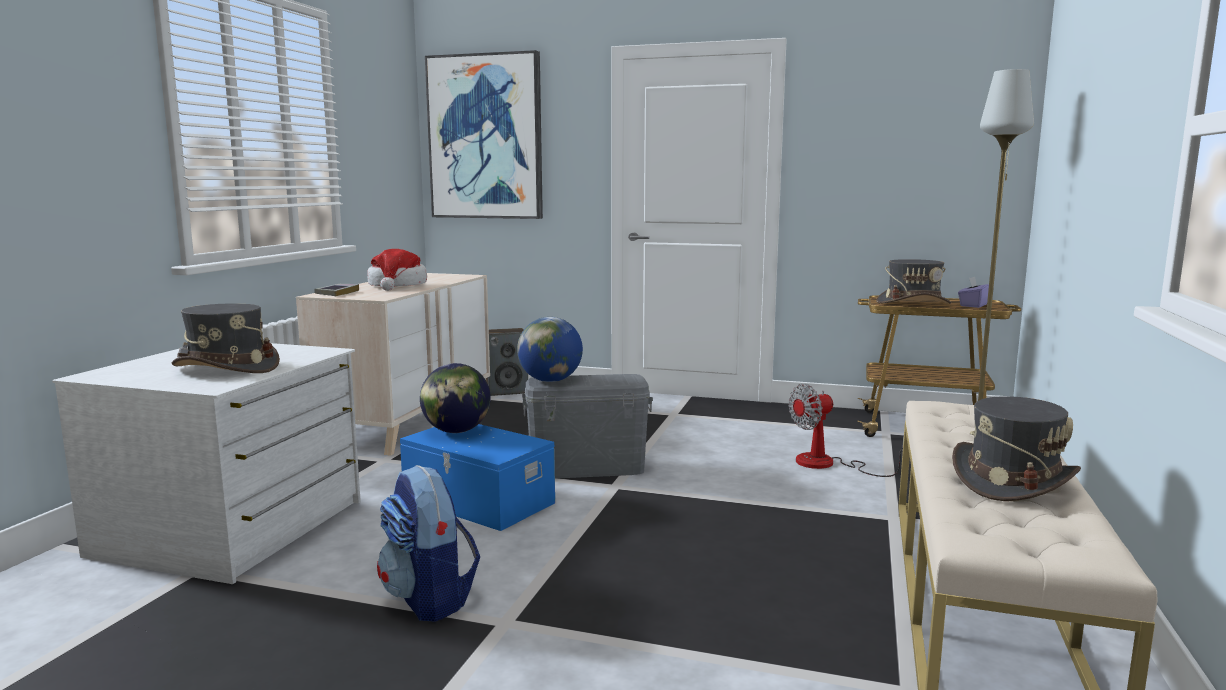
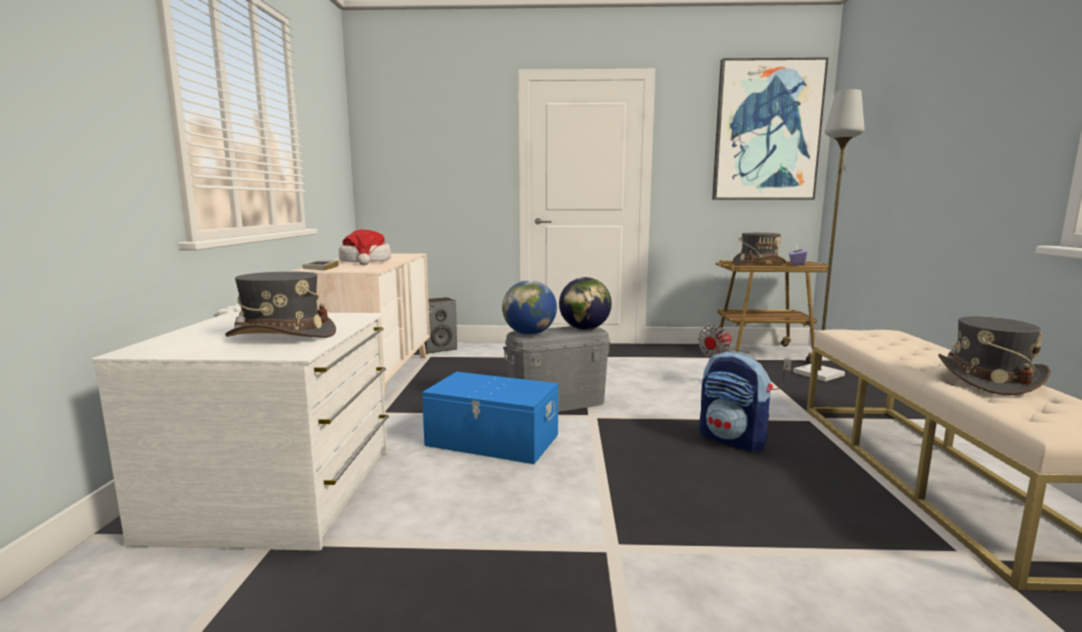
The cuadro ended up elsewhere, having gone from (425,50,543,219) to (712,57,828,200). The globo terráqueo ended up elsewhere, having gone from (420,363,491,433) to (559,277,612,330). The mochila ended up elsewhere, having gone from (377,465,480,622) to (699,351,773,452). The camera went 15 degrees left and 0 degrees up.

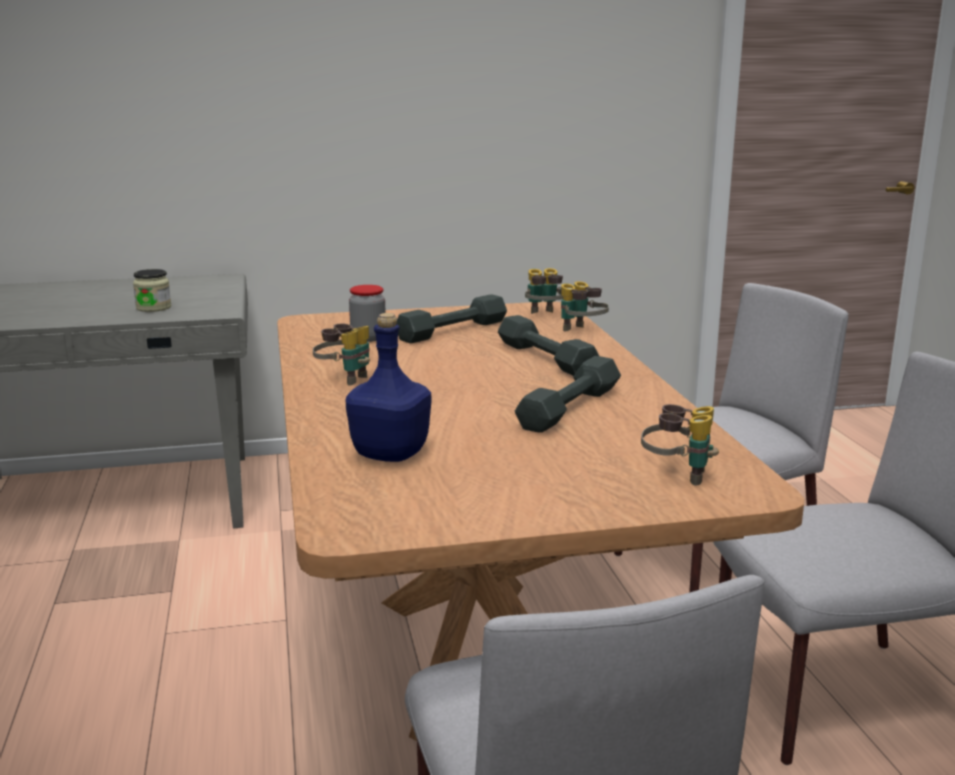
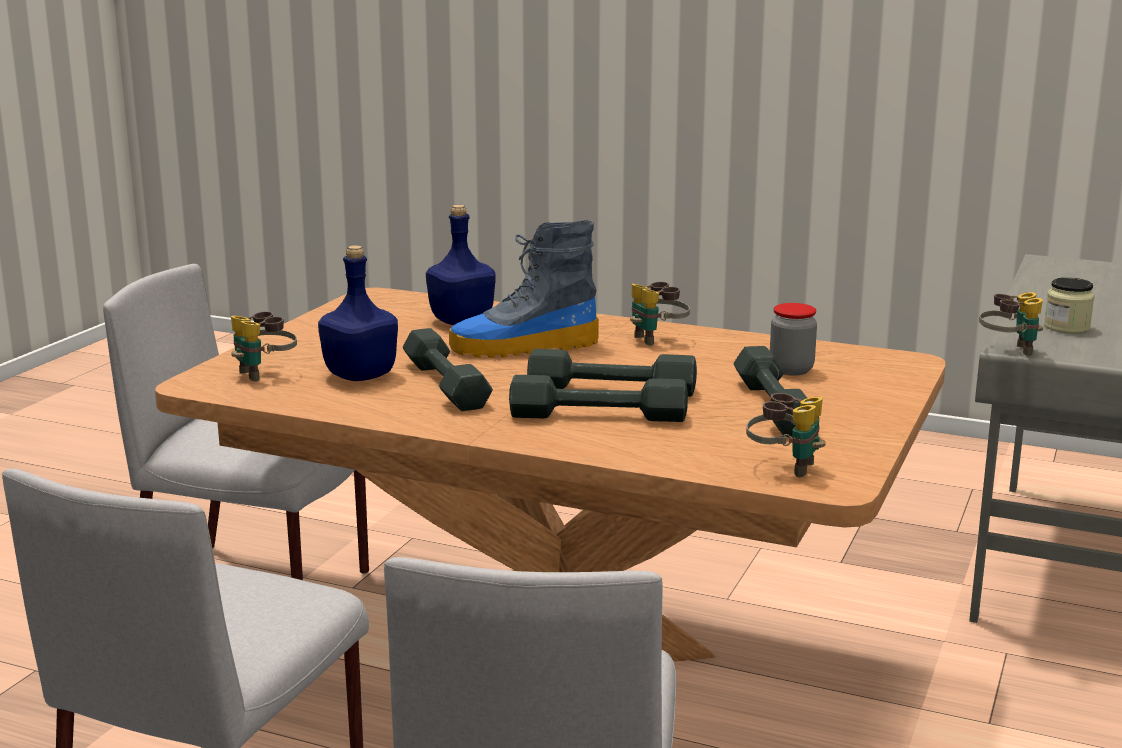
The prismáticos ended up elsewhere, having gone from (561,281,609,331) to (979,292,1043,356). The second view gained the bota at (449,220,599,358). The second view gained the botella (azul) at (318,245,398,381). The second view gained the mancuerna (gris) at (527,349,697,397). The camera went 125 degrees right and 0 degrees up.

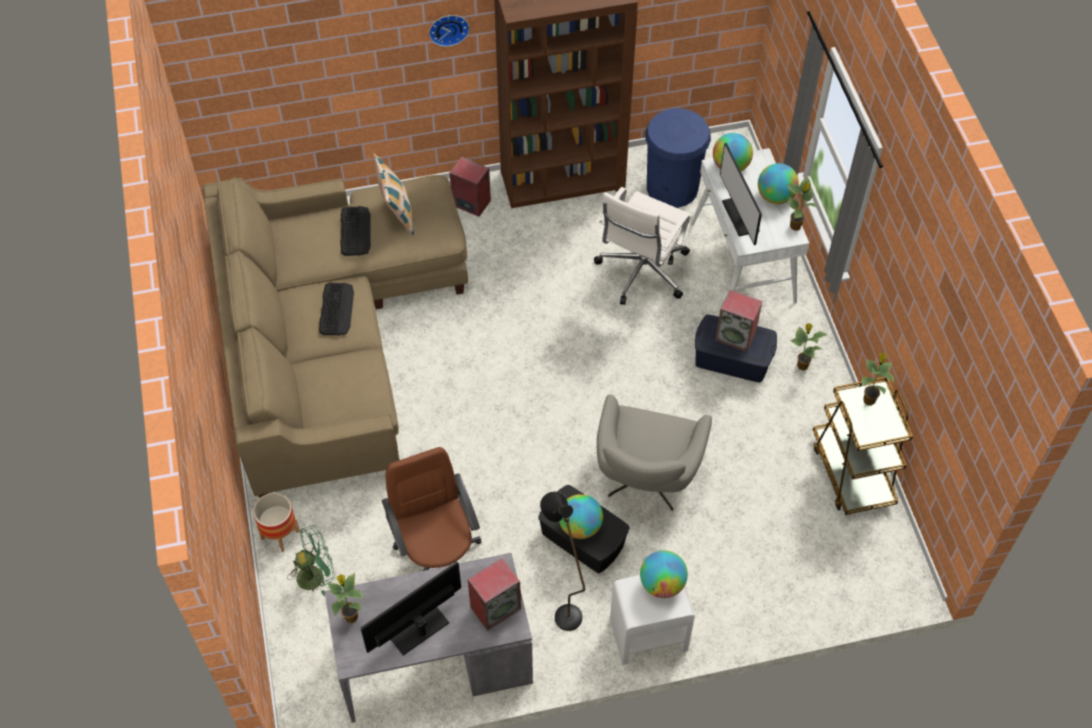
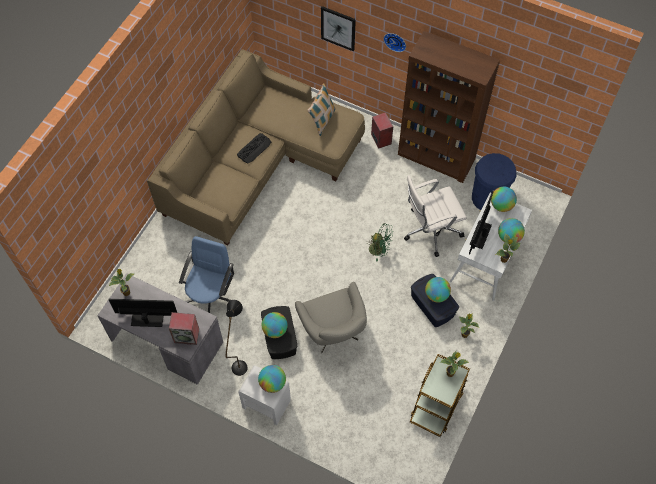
The second view lost the teclado at (340,206,371,256). Where the altavoz stood at (715,290,762,352), the globo terráqueo came to stand at (425,277,451,303). The sillón (gris) at (597,394,712,511) ended up facing another way, 75 degrees counterclockwise from before. What was the silla de oficina (marrón) at (382,447,481,571) turned into the silla de oficina (azul) at (179,236,234,313). The second view lost the maceta at (253,493,300,552). The ventilador (verde) ended up elsewhere, having gone from (287,525,335,596) to (366,223,393,261). The second view gained the cuadro at (321,6,356,51). The camera went 40 degrees right and 5 degrees up.

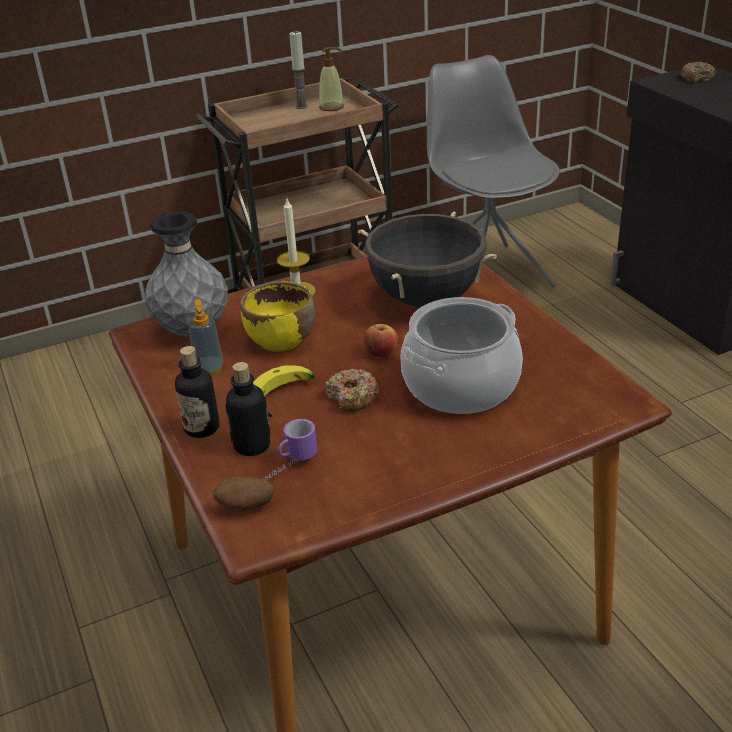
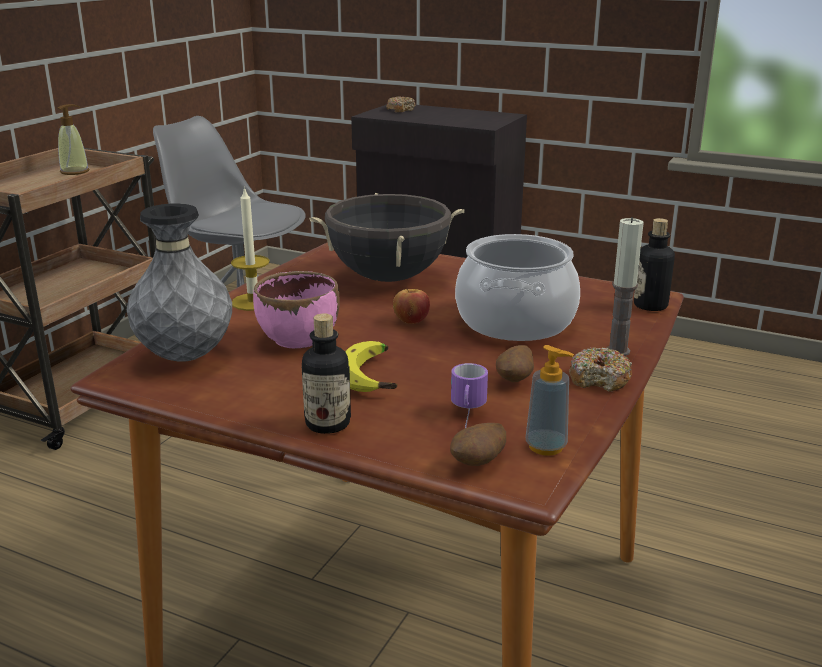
The vela ended up elsewhere, having gone from (289,32,308,109) to (606,217,644,356). What was the cuenco (amarillo) at (240,281,315,352) turned into the cuenco (rosa) at (253,271,340,348). The dispensador de jabón ended up elsewhere, having gone from (189,299,223,375) to (526,345,574,456). The botella ended up elsewhere, having gone from (226,362,271,456) to (634,218,675,311). The rosquilla ended up elsewhere, having gone from (326,368,379,411) to (569,347,632,392). The second view gained the patata at (496,345,534,382). The camera went 40 degrees left and 10 degrees down.

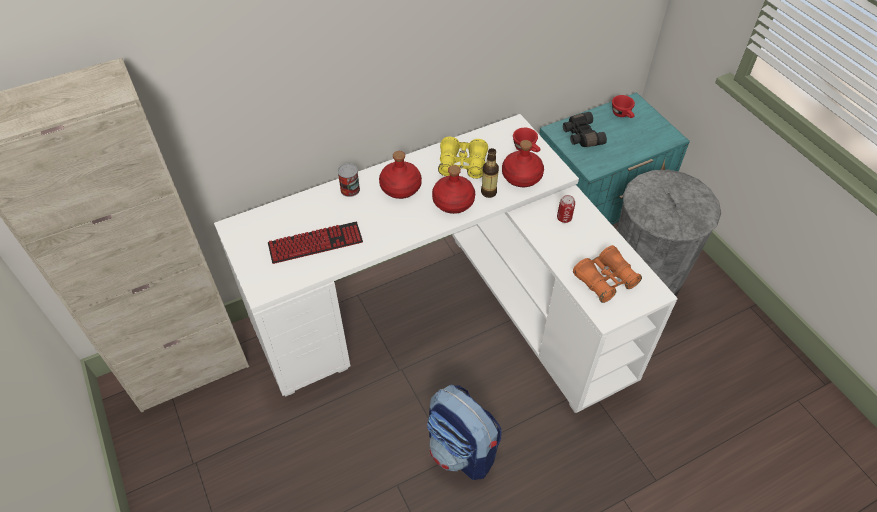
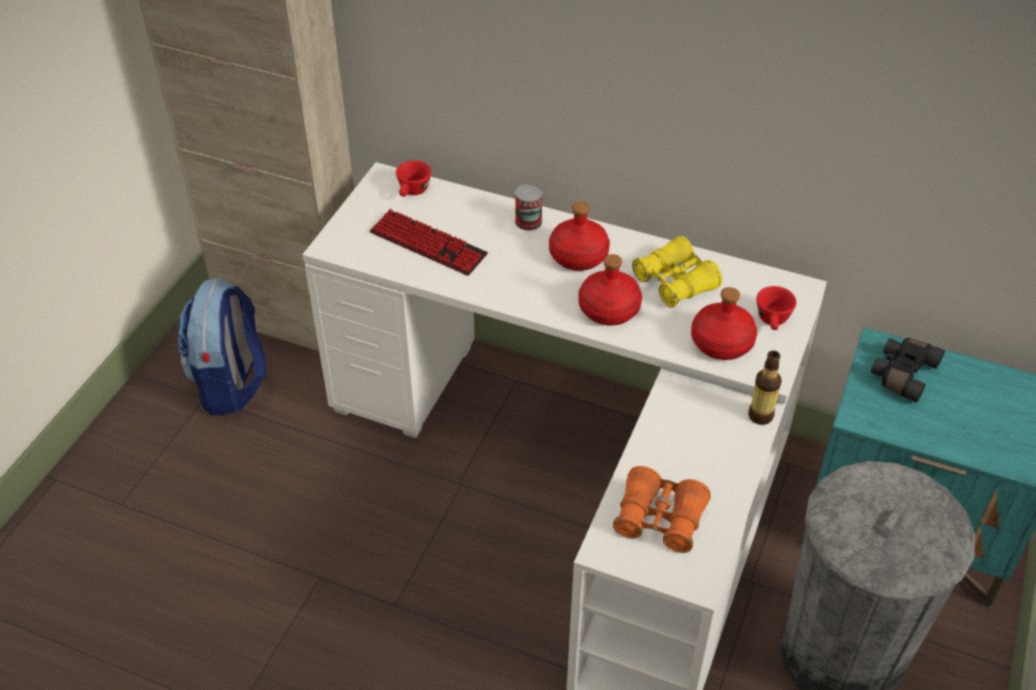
The taza (rojo) ended up elsewhere, having gone from (612,95,635,118) to (396,160,431,197). The botella ended up elsewhere, having gone from (481,148,499,198) to (748,351,782,425). The second view lost the lata at (557,195,575,223). The mochila ended up elsewhere, having gone from (427,385,502,480) to (178,278,266,416). The camera went 50 degrees right and 5 degrees down.

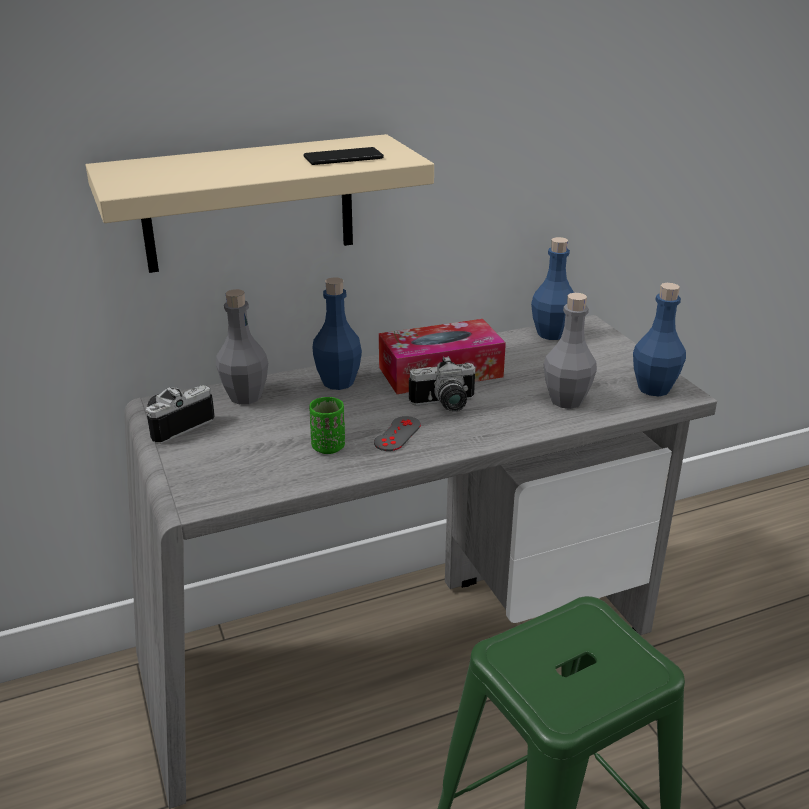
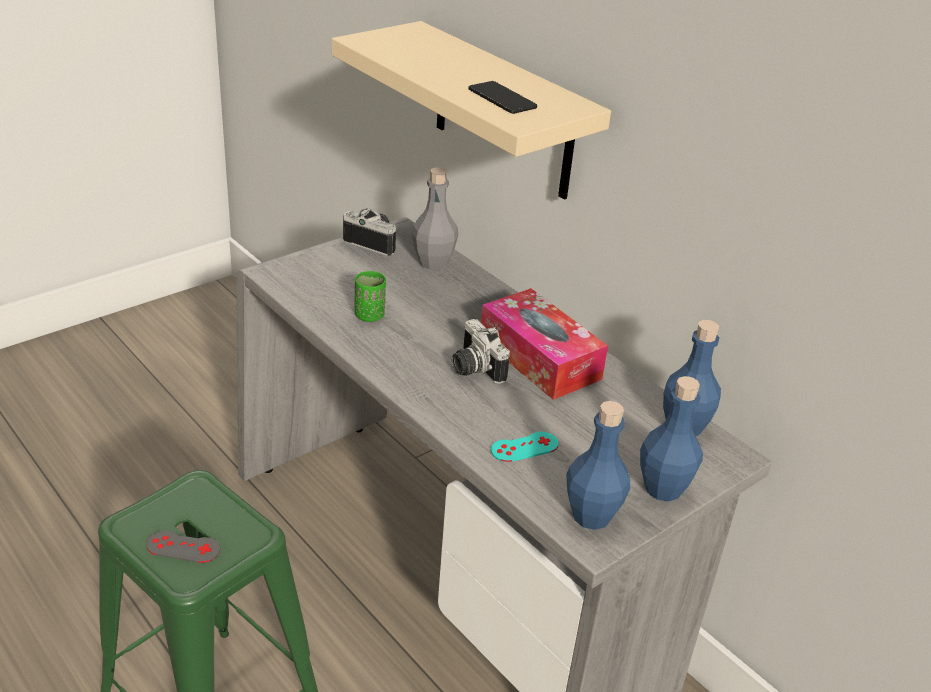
The botella (azul) ended up elsewhere, having gone from (312,277,362,390) to (640,376,703,502). Where the botella (gris) stood at (543,293,597,409), the mando de consola (turquesa) came to stand at (491,432,559,462). The mando de consola (gris) ended up elsewhere, having gone from (374,416,421,451) to (146,530,220,563). The camera went 70 degrees right and 5 degrees up.

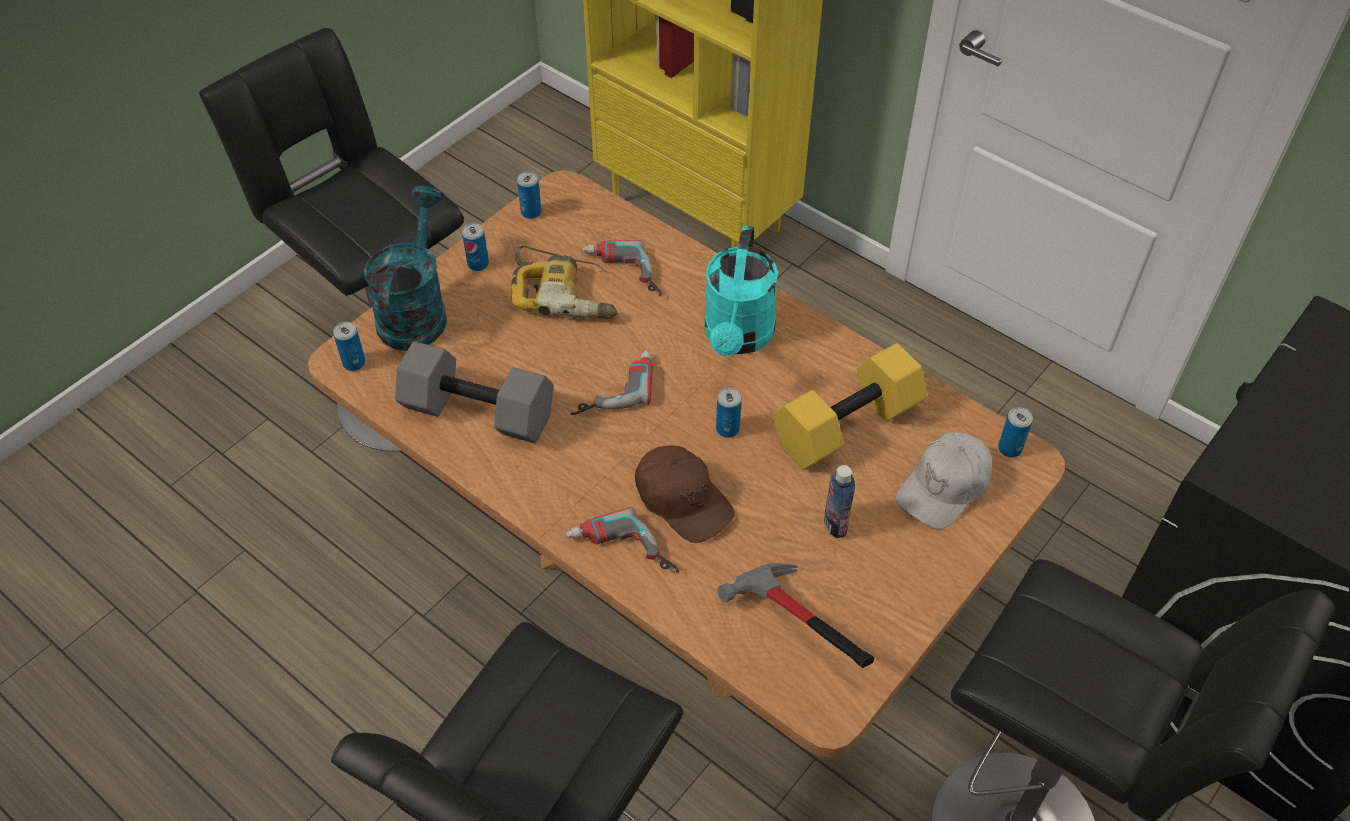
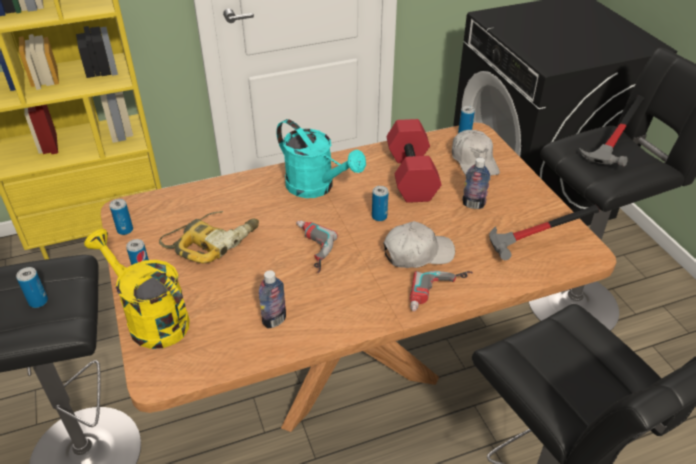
What was the regadera (turquesa) at (364,186,447,351) turned into the regadera (amarillo) at (84,229,190,349). The second view lost the taladro at (582,240,661,297). The lata ended up elsewhere, having gone from (333,322,366,371) to (16,267,48,308). Where the mancuerna (gris) stood at (395,341,554,443), the botella came to stand at (259,270,286,329). What was the mancuerna (amarillo) at (772,343,928,470) turned into the mancuerna (rojo) at (386,119,442,203). What was the gorra (marrón) at (635,446,735,543) turned into the gorra (blanco) at (383,221,455,268). The second view gained the martillo at (579,95,644,166). The camera went 60 degrees left and 10 degrees down.

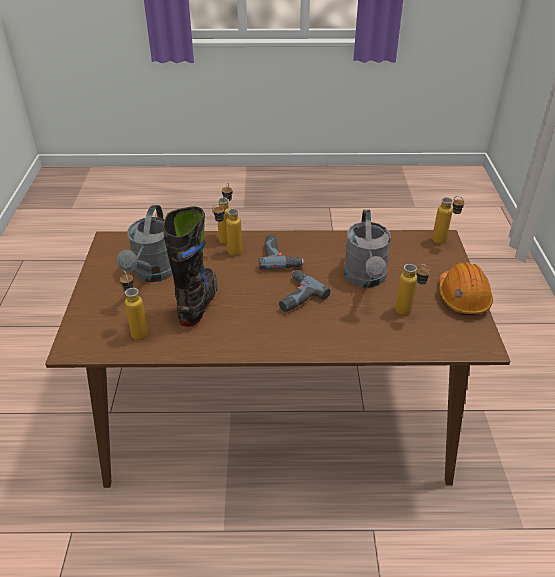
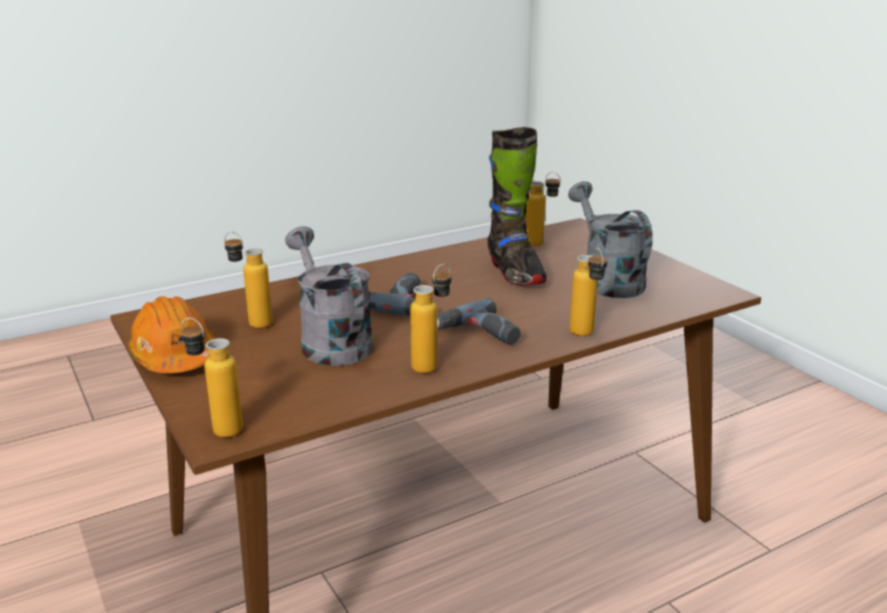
The botella ended up elsewhere, having gone from (212,203,242,256) to (410,264,451,373). The camera went 150 degrees right and 15 degrees down.

